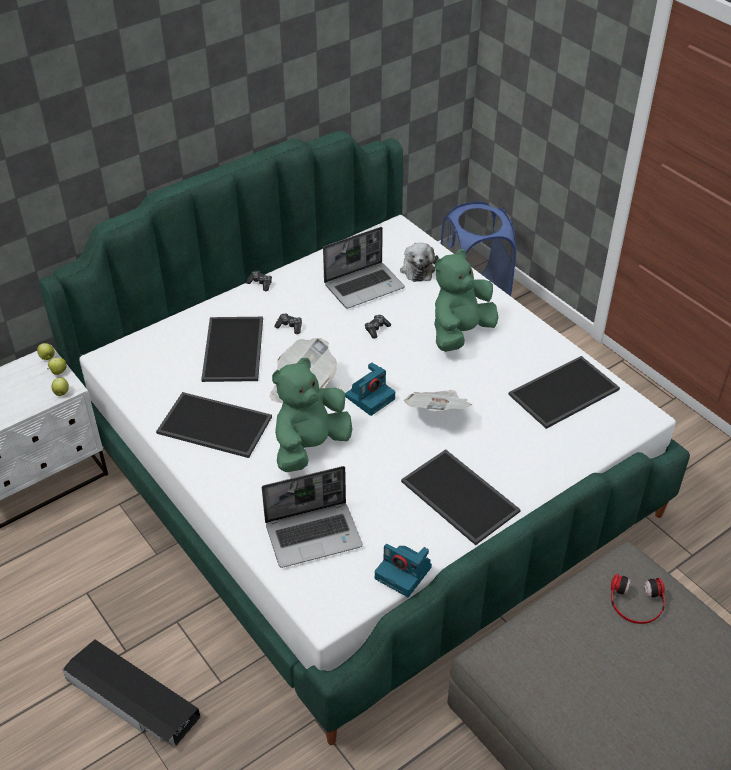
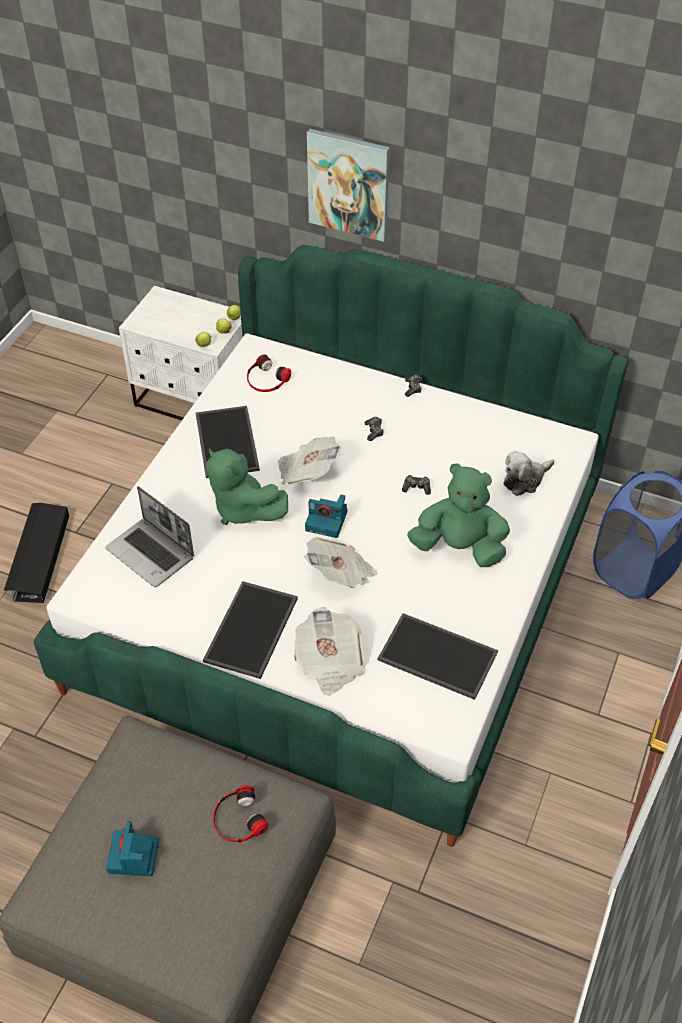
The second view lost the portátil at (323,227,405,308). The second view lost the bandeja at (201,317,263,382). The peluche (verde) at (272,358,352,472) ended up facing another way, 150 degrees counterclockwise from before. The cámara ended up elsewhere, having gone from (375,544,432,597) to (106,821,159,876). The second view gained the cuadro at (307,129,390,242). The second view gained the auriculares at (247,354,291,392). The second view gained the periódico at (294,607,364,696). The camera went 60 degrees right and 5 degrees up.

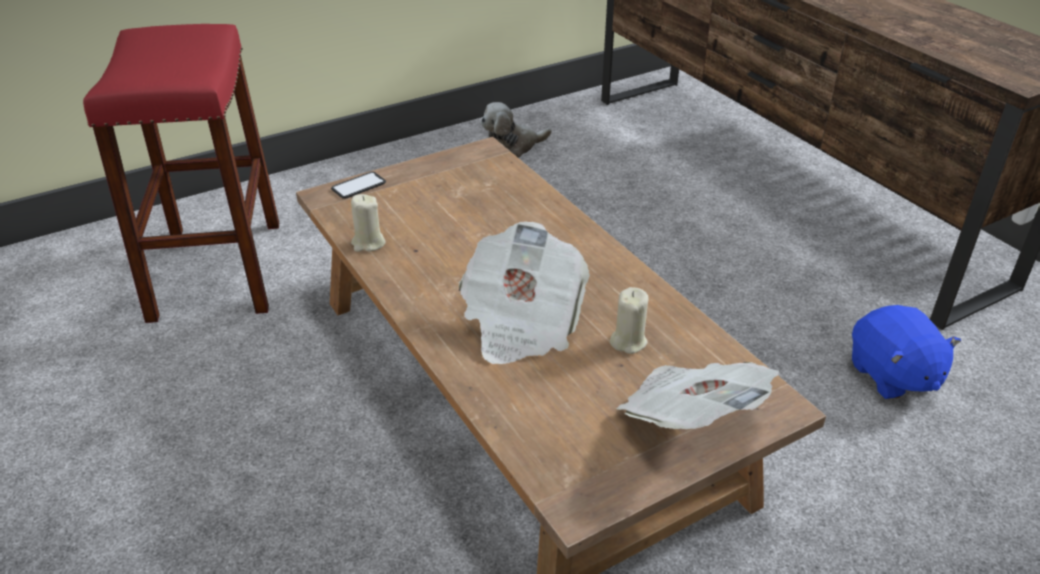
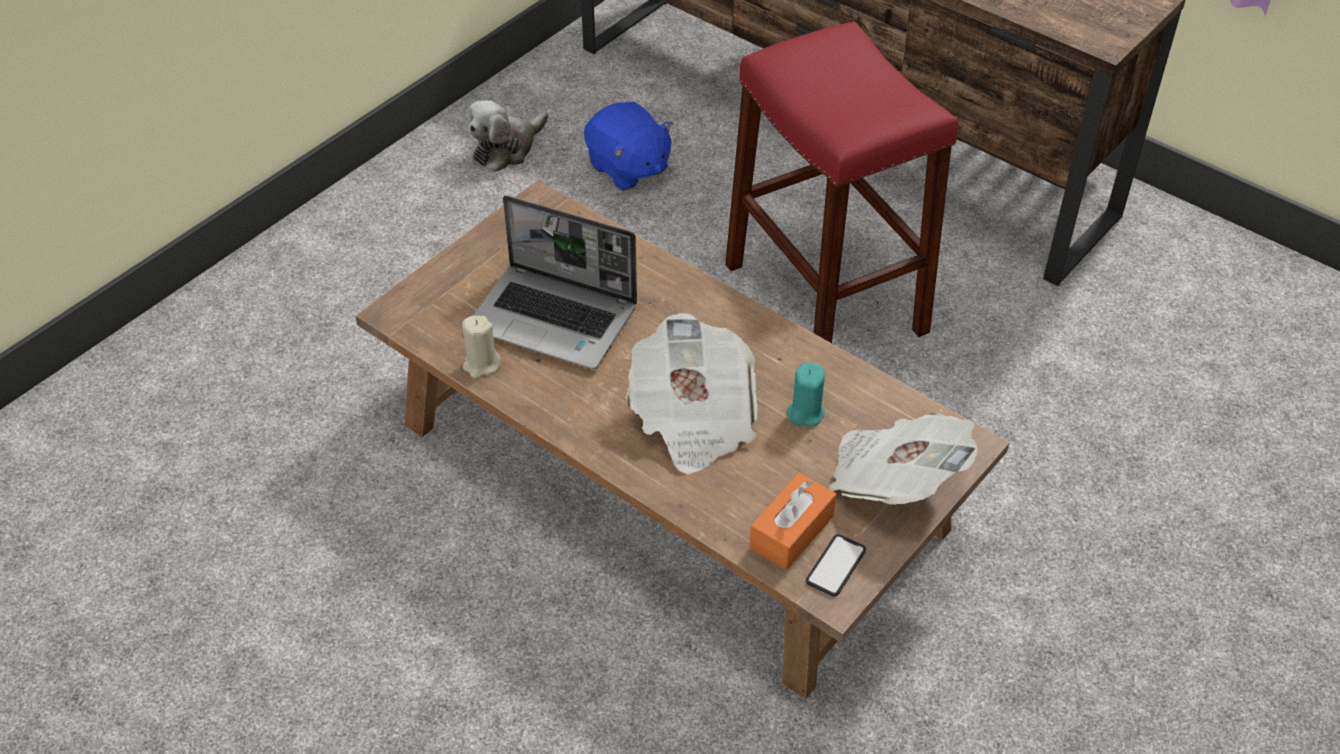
The taburete (rojo) ended up elsewhere, having gone from (83,24,279,323) to (725,21,958,343). The móvil ended up elsewhere, having gone from (331,172,386,199) to (806,534,866,597). What was the vela (beis) at (610,287,648,354) turned into the vela (turquesa) at (787,363,825,426). The peluche (azul) ended up elsewhere, having gone from (852,305,961,400) to (584,102,673,191). The second view gained the portátil at (473,195,637,369). The second view gained the caja de pañuelos (naranja) at (750,473,836,570). The camera went 20 degrees left and 10 degrees up.

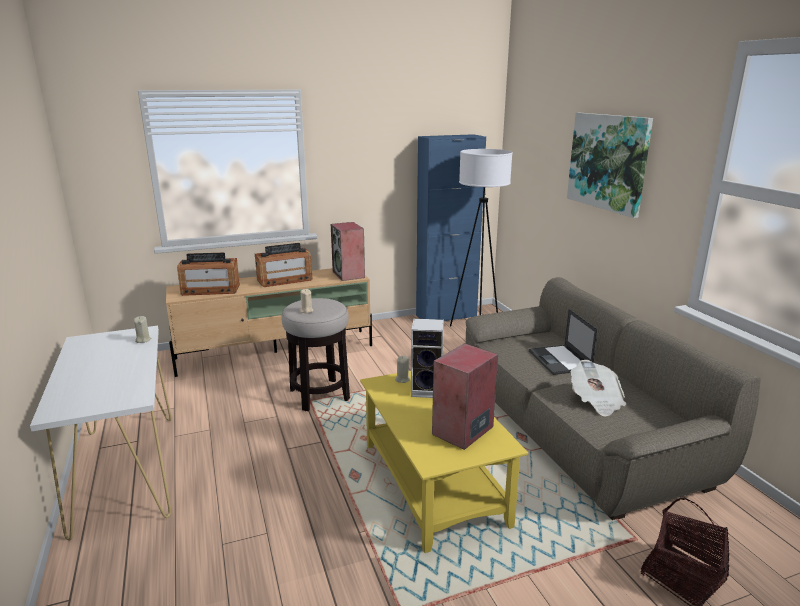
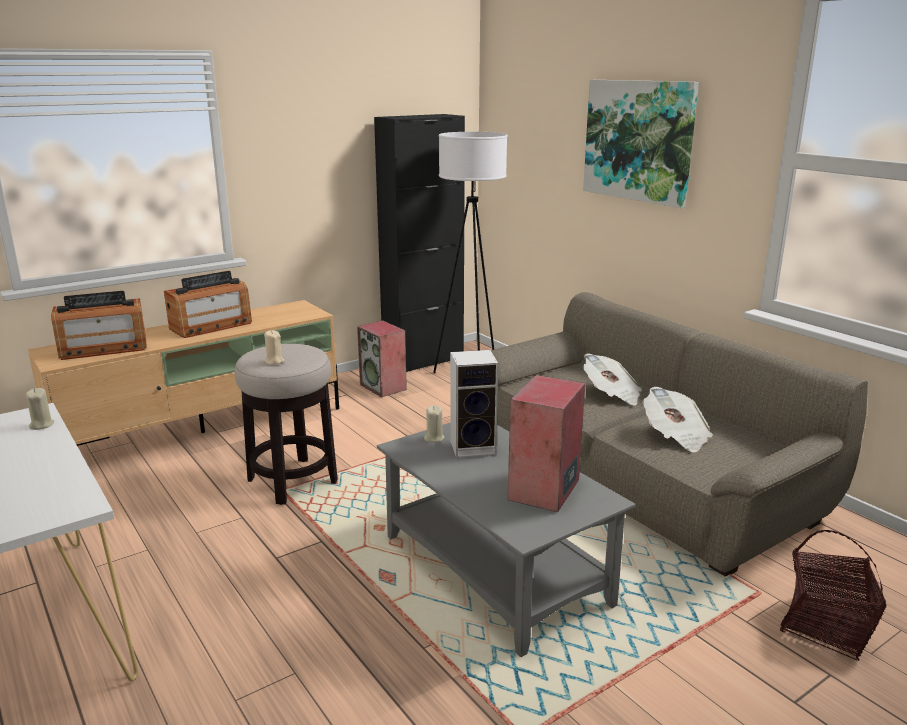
What was the armario (azul) at (416,134,486,321) turned into the armario (negro) at (374,114,465,372). The altavoz ended up elsewhere, having gone from (331,222,365,281) to (357,320,407,397). Where the portátil stood at (529,309,598,375), the periódico came to stand at (583,353,642,406). What was the mesa de centro (amarillo) at (360,371,528,553) turned into the mesa de centro (gris) at (377,423,636,657). The camera went 15 degrees left and 0 degrees up.

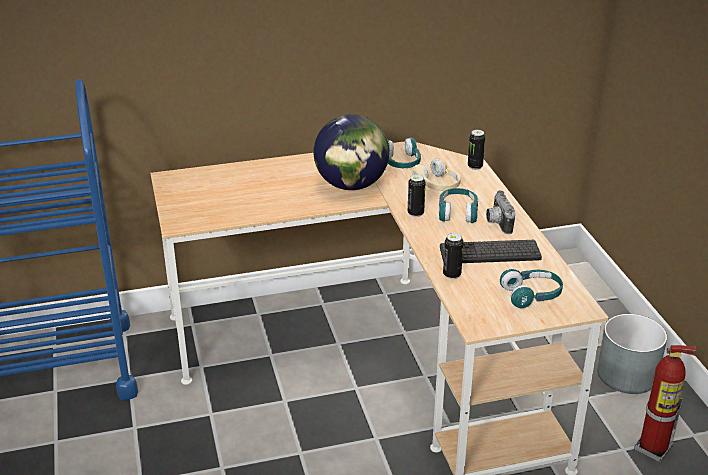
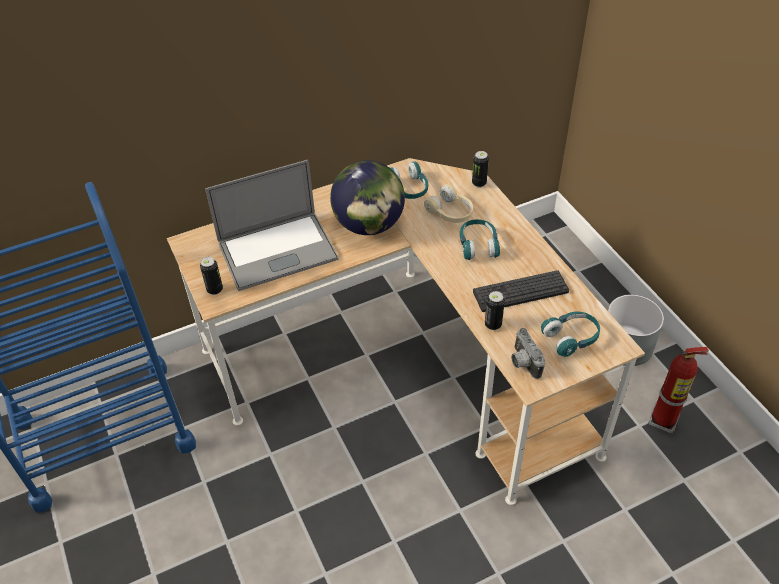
The lata ended up elsewhere, having gone from (408,174,426,217) to (200,257,223,295). The cámara ended up elsewhere, having gone from (486,190,515,234) to (511,328,545,379). The second view gained the portátil at (206,160,339,291). The camera went 10 degrees left and 15 degrees up.

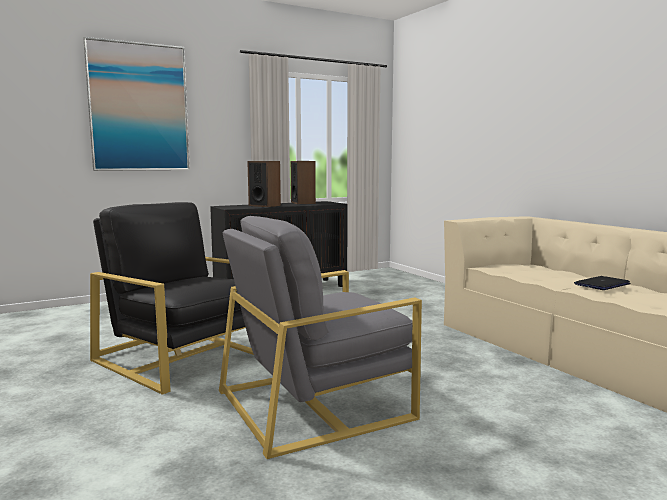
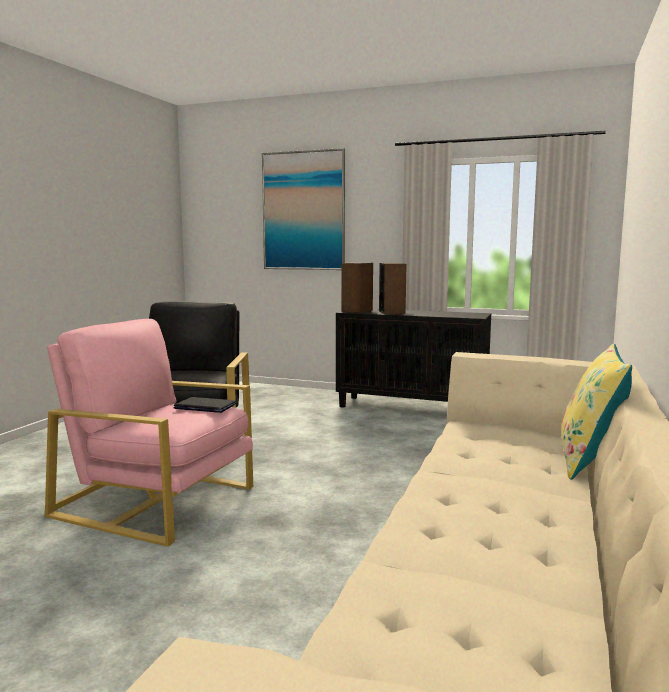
The altavoz ended up elsewhere, having gone from (291,161,316,204) to (341,262,373,313). What was the sillón (gris) at (219,216,422,459) turned into the sillón (rosa) at (45,319,253,547). The portátil ended up elsewhere, having gone from (574,276,630,290) to (173,397,236,413). The second view gained the cojín (amarillo) at (561,344,632,479). The camera went 50 degrees right and 0 degrees up.

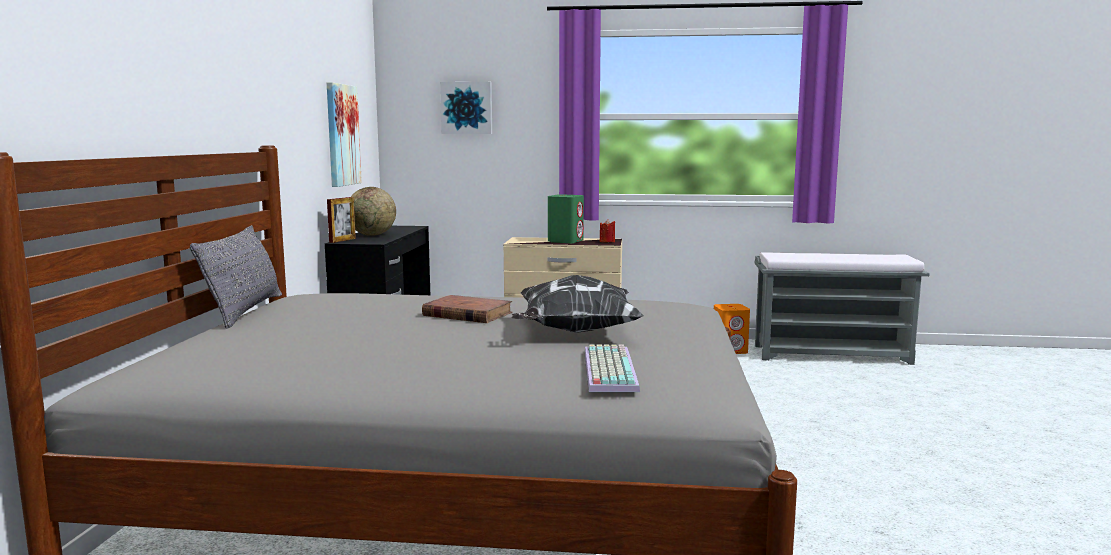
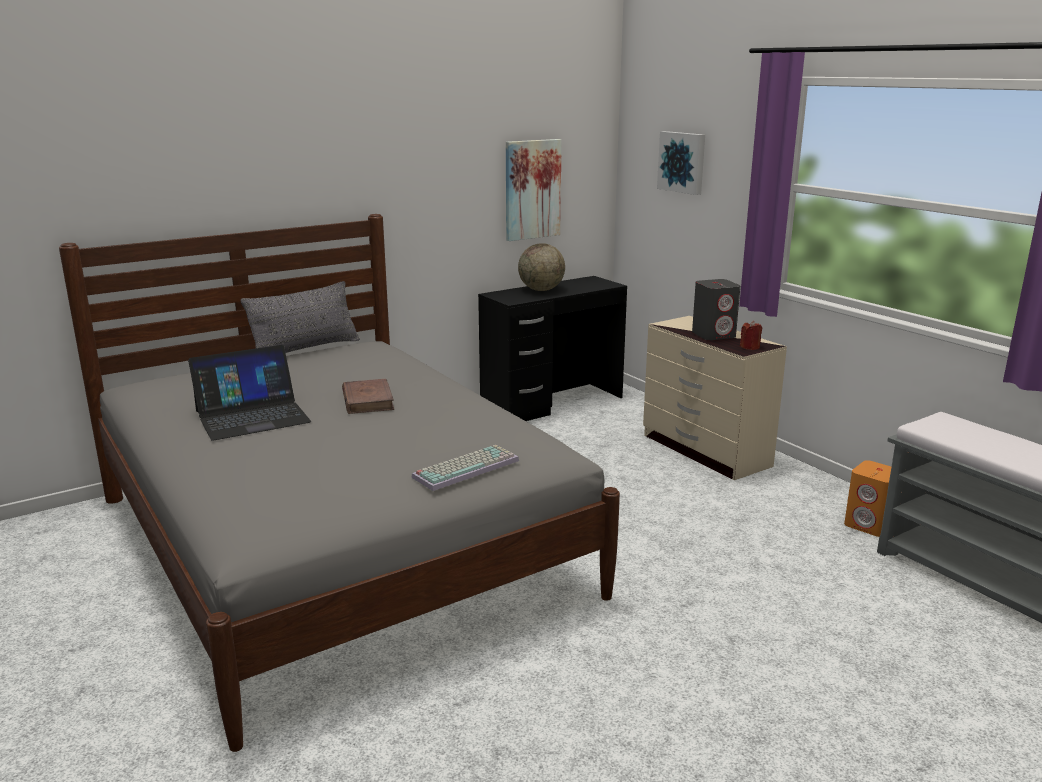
What was the altavoz (verde) at (548,194,584,243) turned into the altavoz (gris) at (692,279,740,340). The second view lost the portarretratos at (327,197,356,243). The second view lost the cojín at (511,275,644,333). The teclado ended up elsewhere, having gone from (584,344,640,392) to (411,445,519,491). The second view gained the portátil at (188,345,311,440). The camera went 50 degrees right and 10 degrees up.

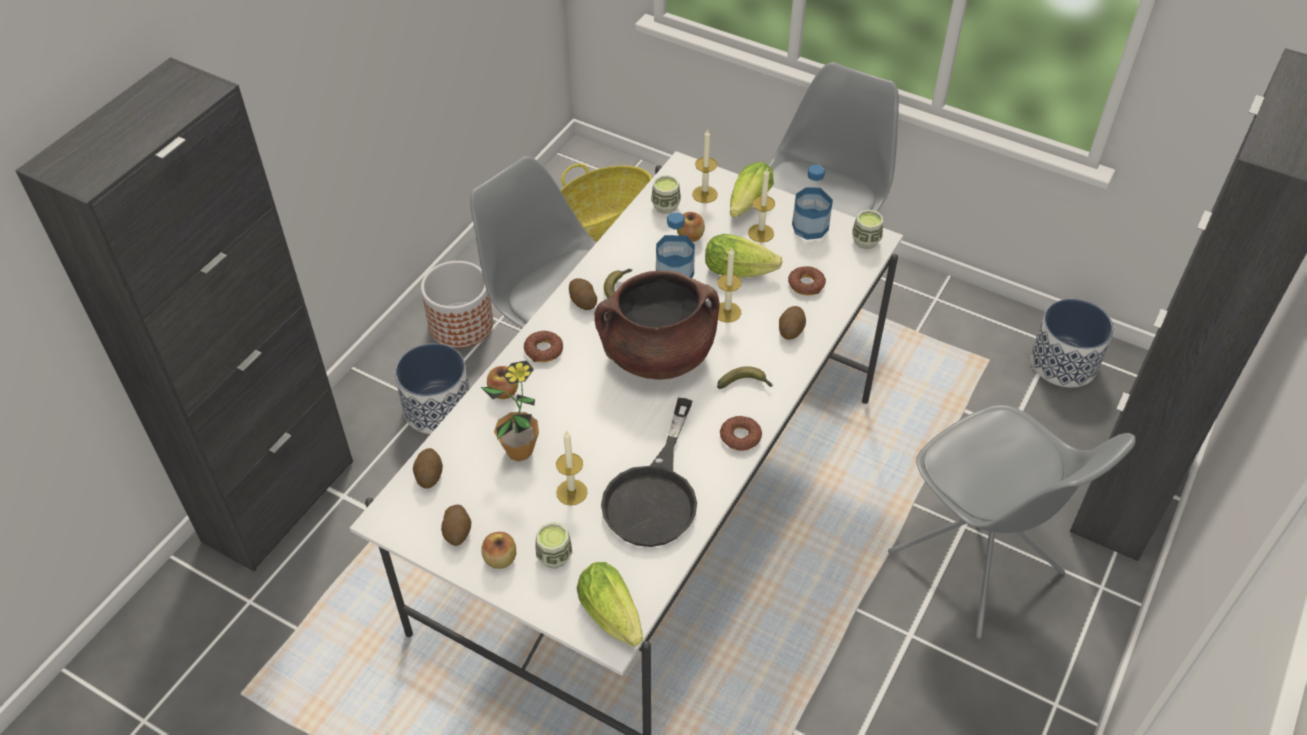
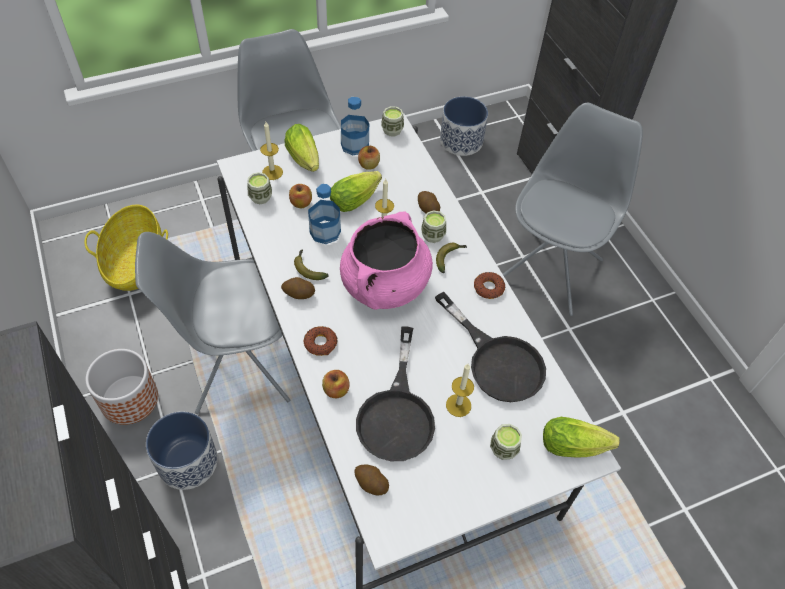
The second view lost the vela at (748,169,775,242). The second view lost the rosquilla at (788,266,826,295). What was the olla (marrón) at (594,270,719,379) turned into the olla (rosa) at (340,211,433,310). Where the planta en maceta stood at (481,360,539,462), the sartén (negro) came to stand at (356,327,435,461). The silla (gris) at (888,405,1136,639) ended up facing another way, 60 degrees counterclockwise from before. The second view lost the patata at (441,504,471,546). The manzana ended up elsewhere, having gone from (481,532,516,569) to (358,146,380,170). The second view gained the taza at (421,210,446,243). The camera went 55 degrees left and 5 degrees up.

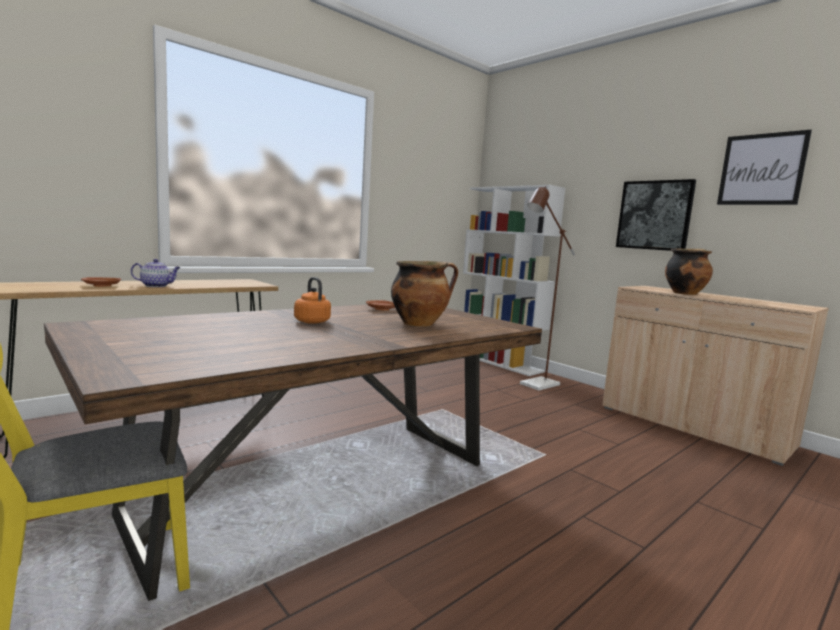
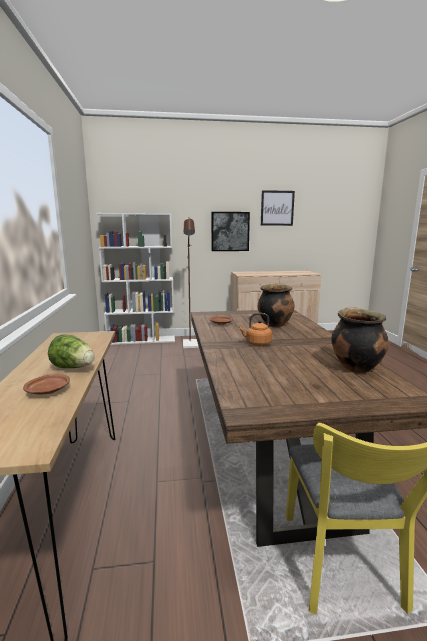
The olla ended up elsewhere, having gone from (665,249,713,295) to (331,307,389,373). Where the tetera stood at (131,259,181,287), the lechuga came to stand at (48,334,95,368). The camera went 55 degrees left and 5 degrees up.

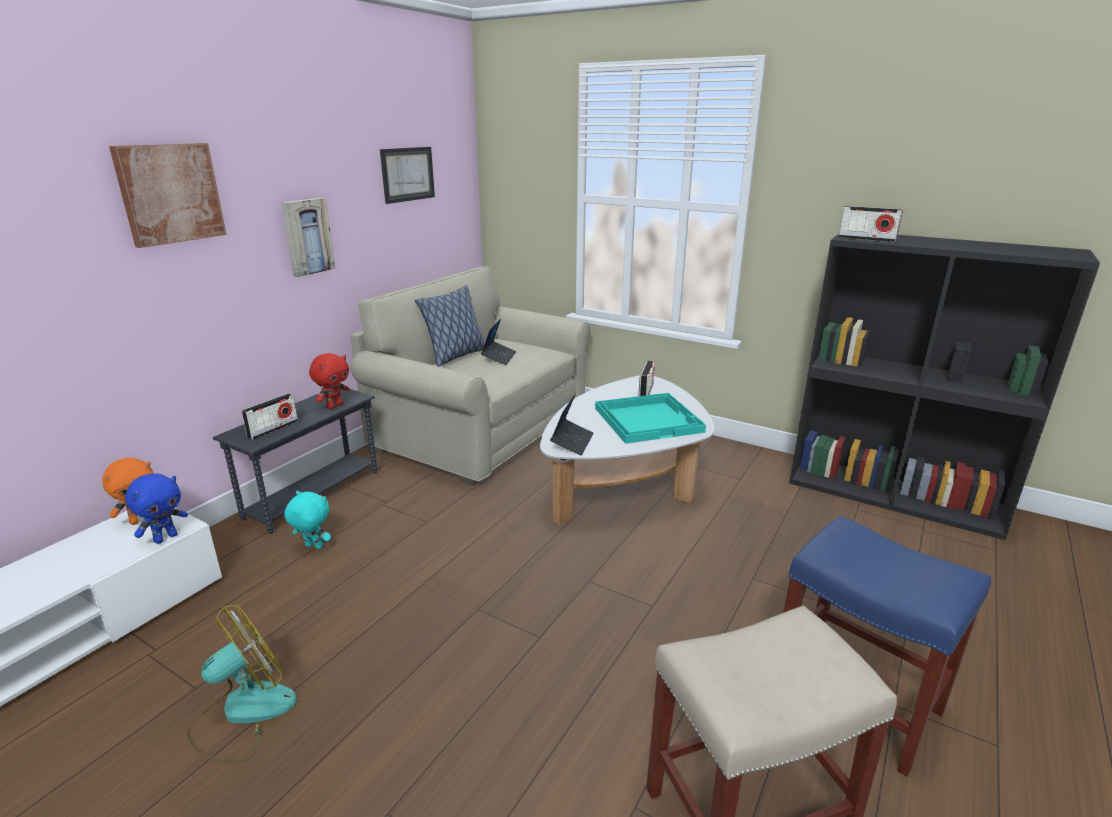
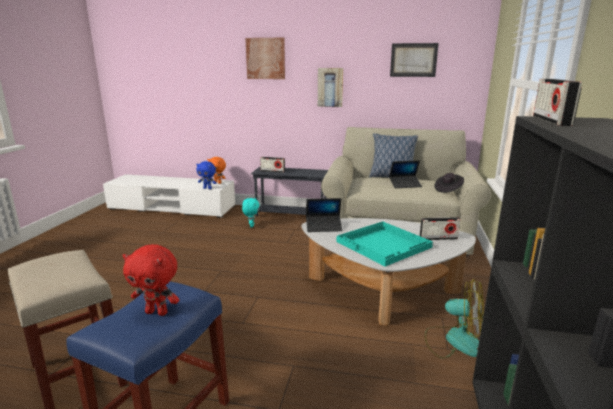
The peluche (rojo) ended up elsewhere, having gone from (309,353,349,409) to (123,244,179,316). The ventilador ended up elsewhere, having gone from (187,604,297,762) to (425,279,484,359). The second view gained the sombrero (negro) at (434,173,464,193). The camera went 70 degrees right and 5 degrees down.

